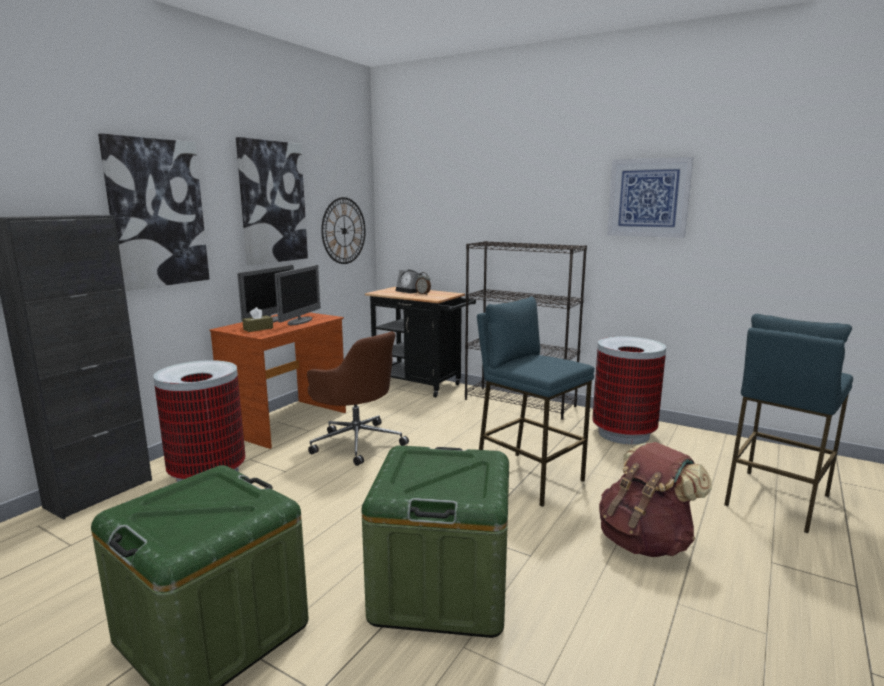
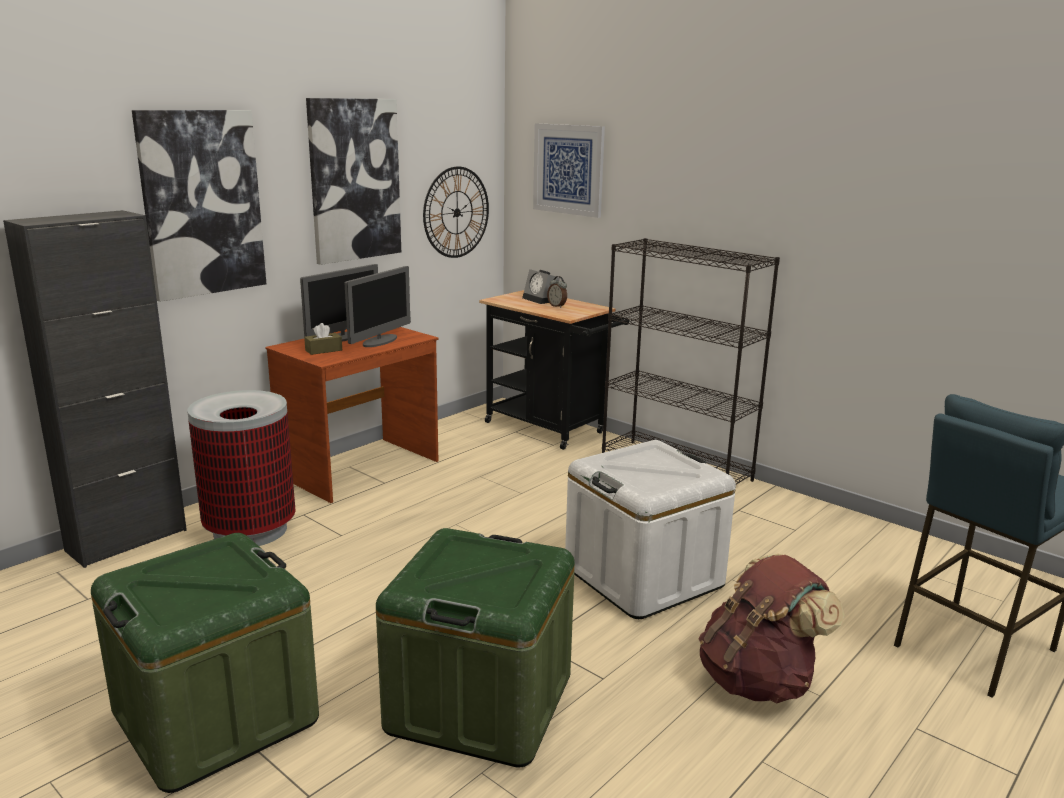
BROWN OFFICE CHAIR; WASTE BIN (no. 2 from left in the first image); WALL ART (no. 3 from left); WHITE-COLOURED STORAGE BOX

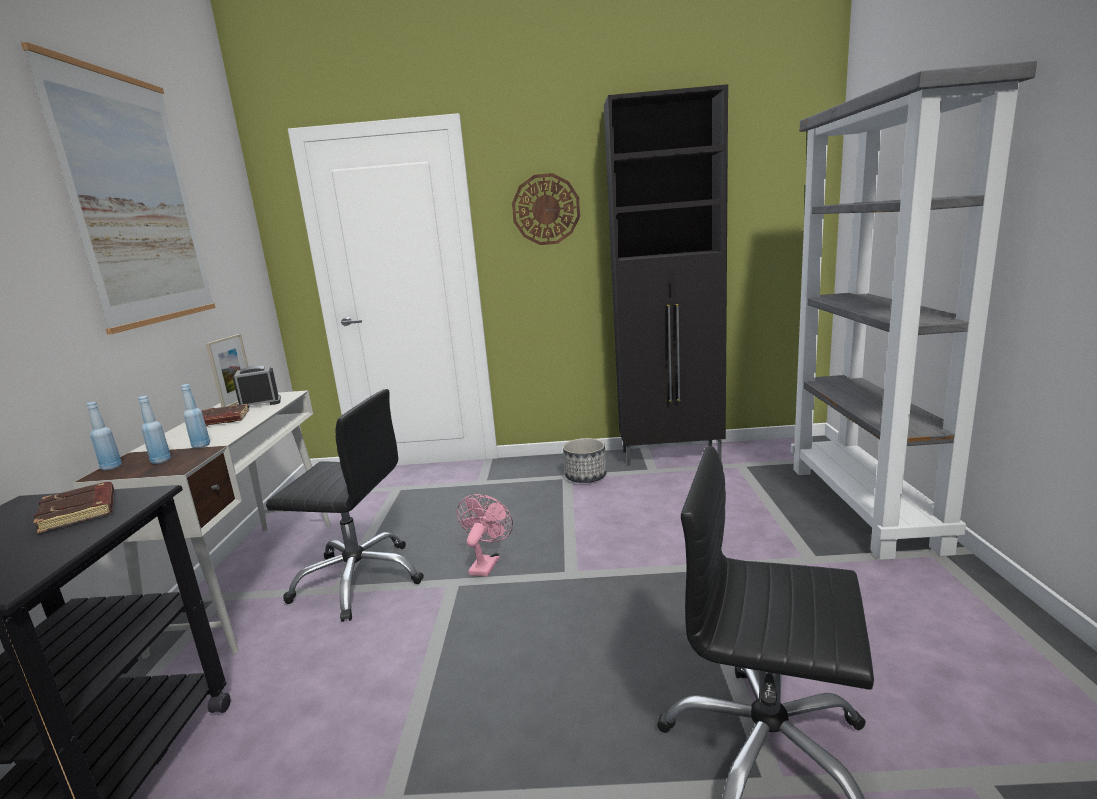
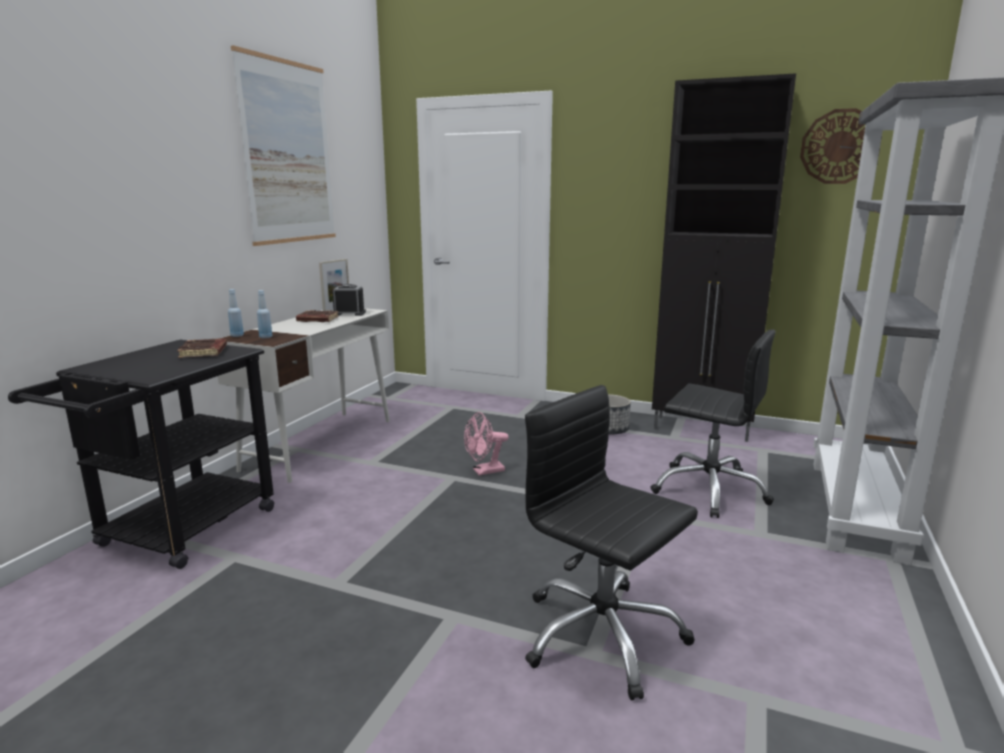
BLUE-COLOURED DRINK BOTTLE (no. 3 from left in the first image); BLACKISH OFFICE CHAIR (no. 2 from left); WALL CLOCK; PINK-COLOURED COOLING FAN

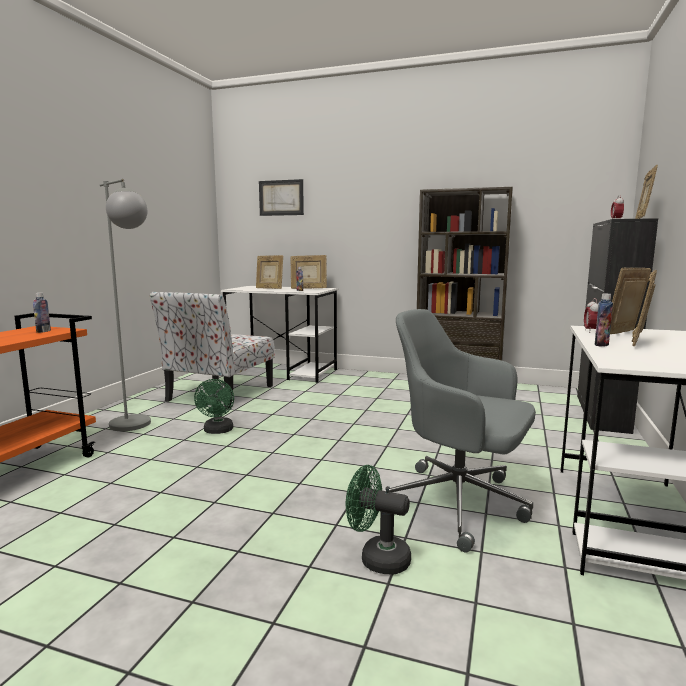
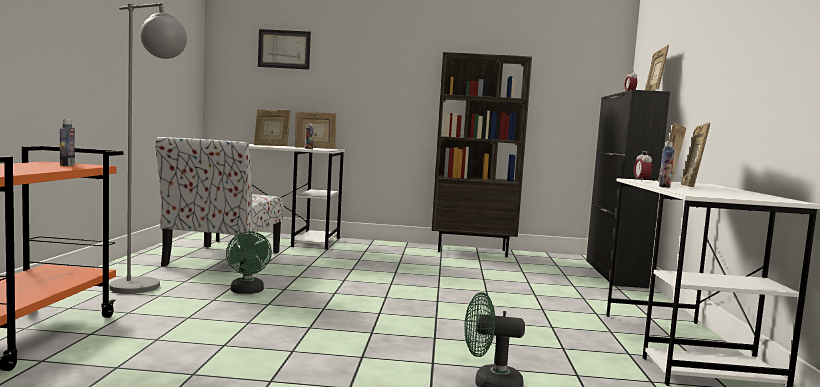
GRAY OFFICE CHAIR

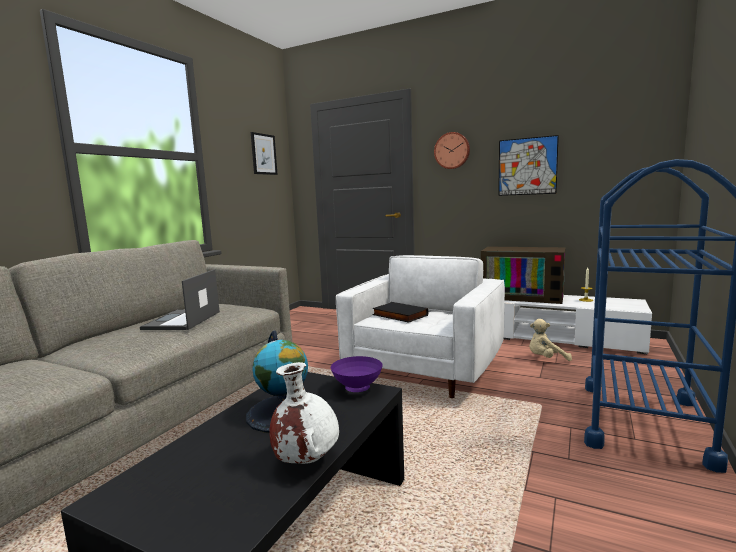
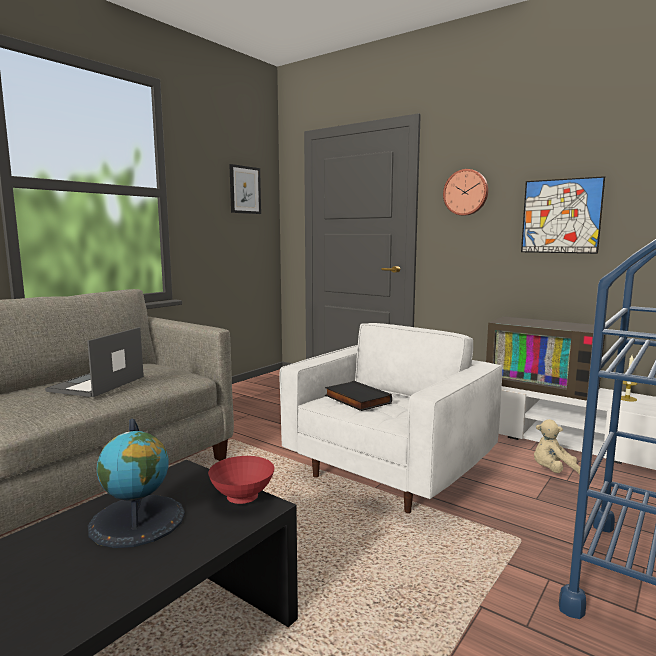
WHITE-COLOURED VASE; RED DEEP DISH

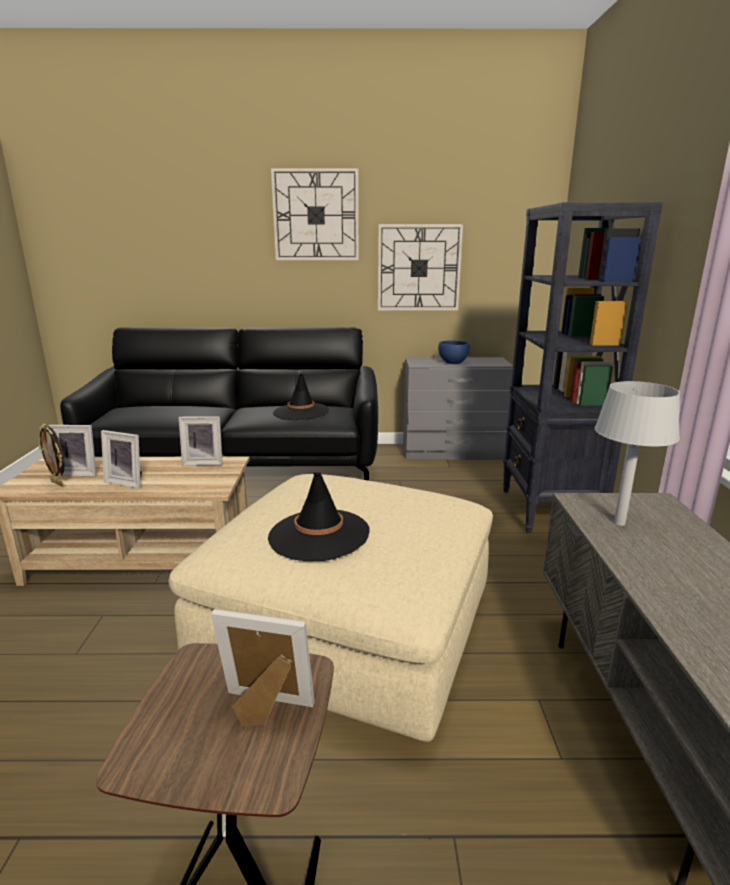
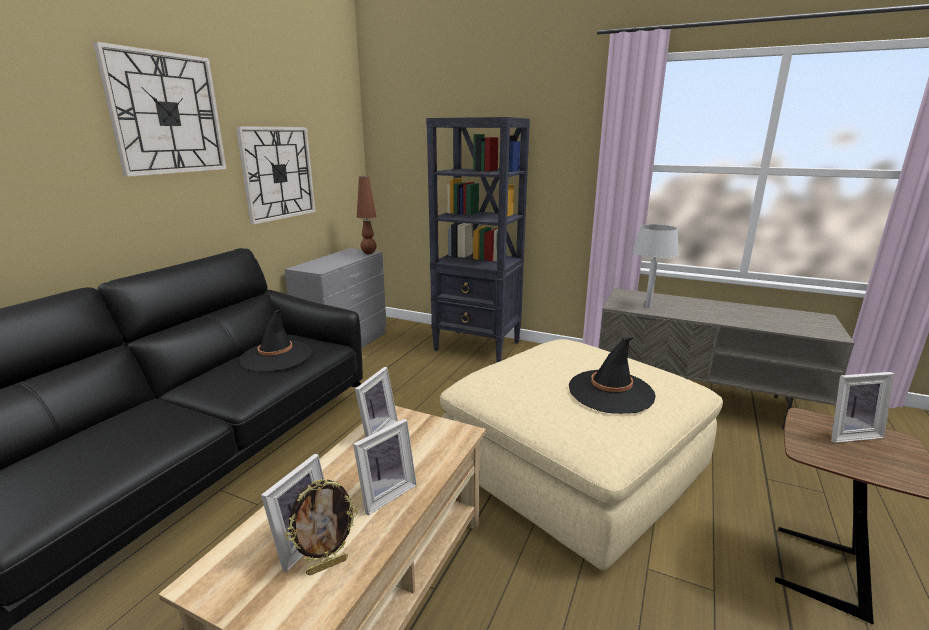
BLUE-COLOURED DEEP DISH; BROWN TABLETOP LAMP; PICTURE FRAME (no. 5 from left)

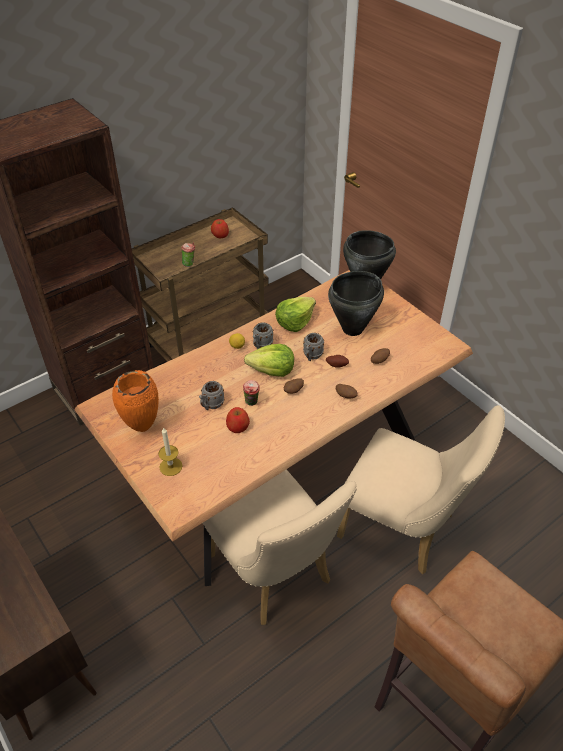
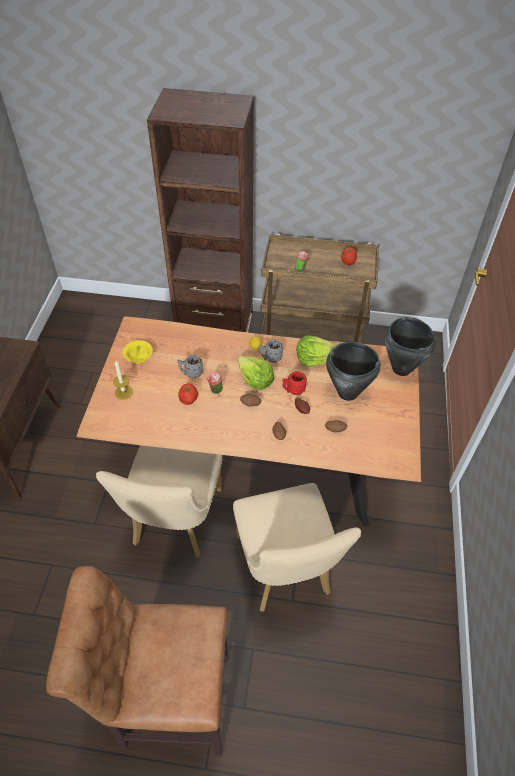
YELLOWISH DEEP DISH; RED MUG

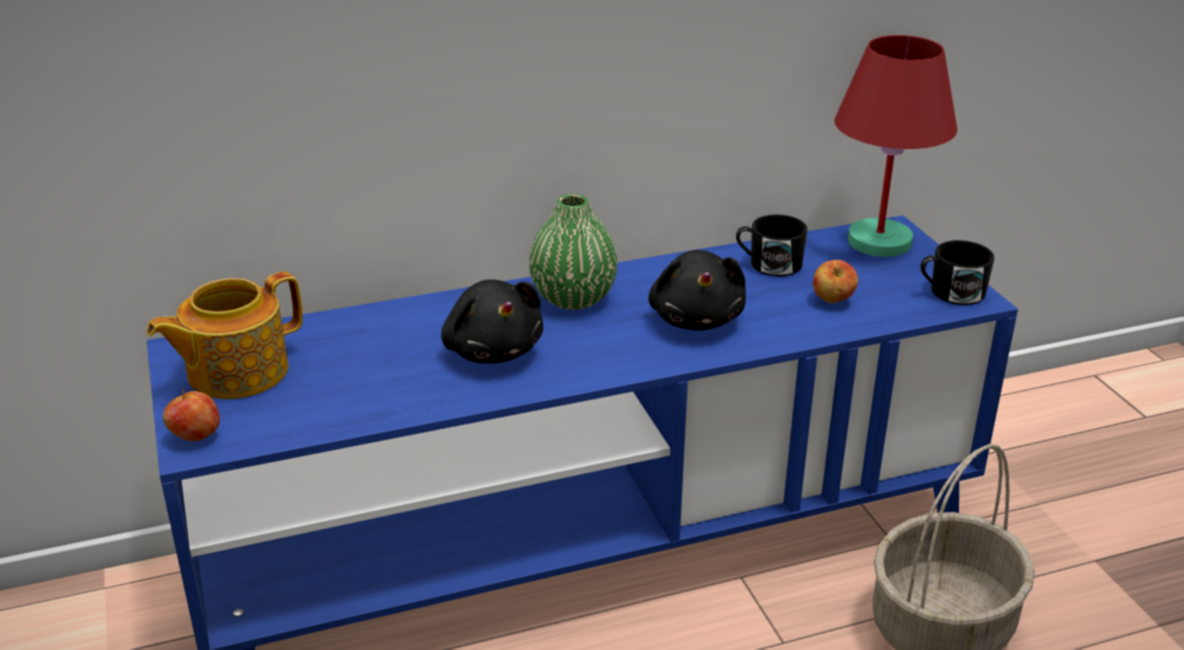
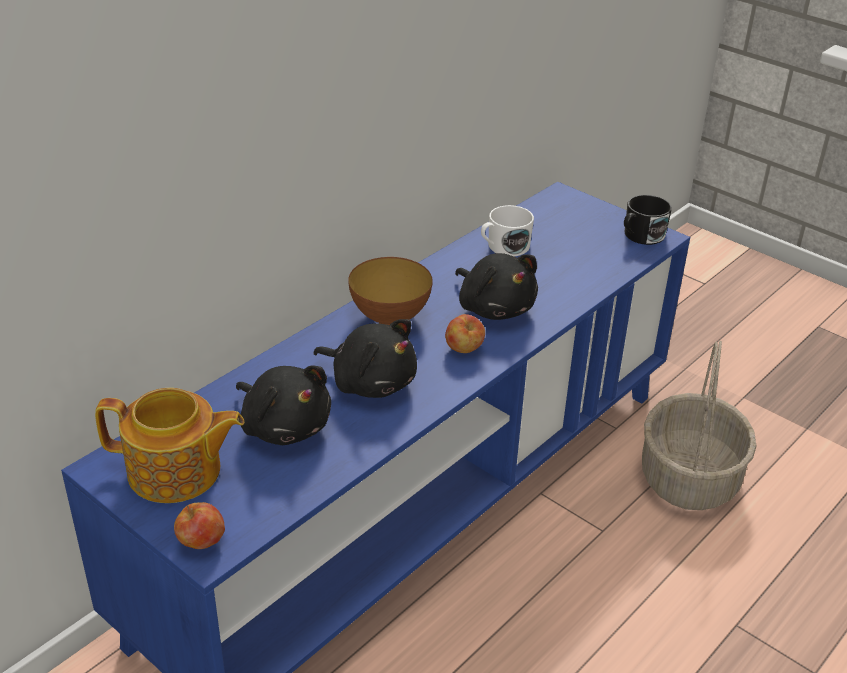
RED TABLETOP LAMP; BLACKISH PLUSH TOY (no. 1 from left); APPLE FRUIT (no. 2 from left); DEEP DISH; WHITE-COLOURED MUG; TEA POT

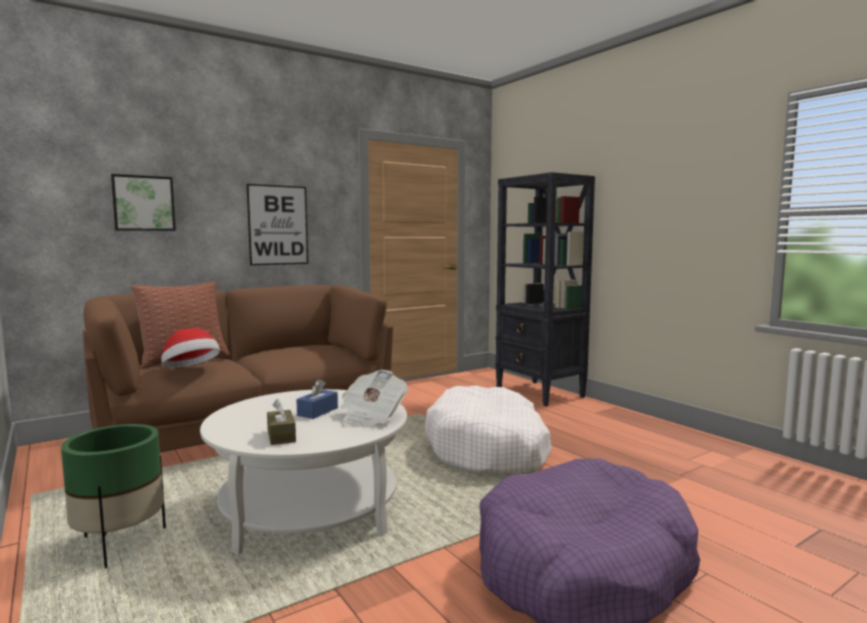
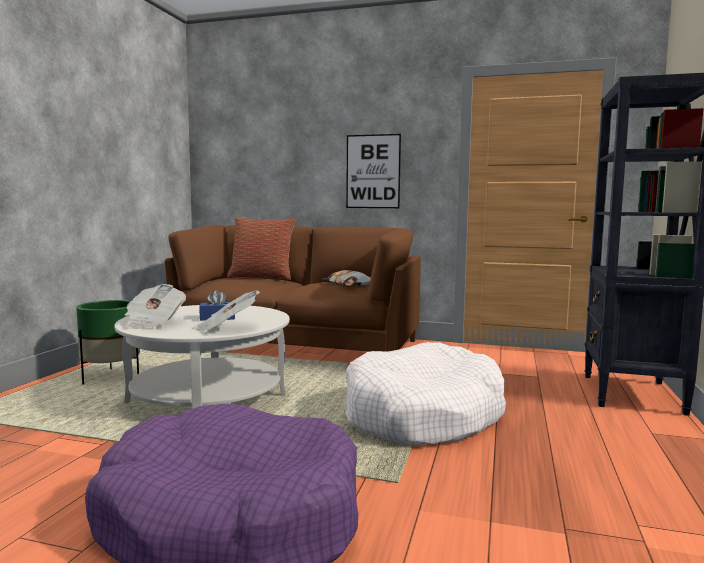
WALL ART (no. 1 from left in the first image); CLOTHING HAT; THROW PILLOW (no. 2 from left); PRINTED PAPER (no. 1 from left)

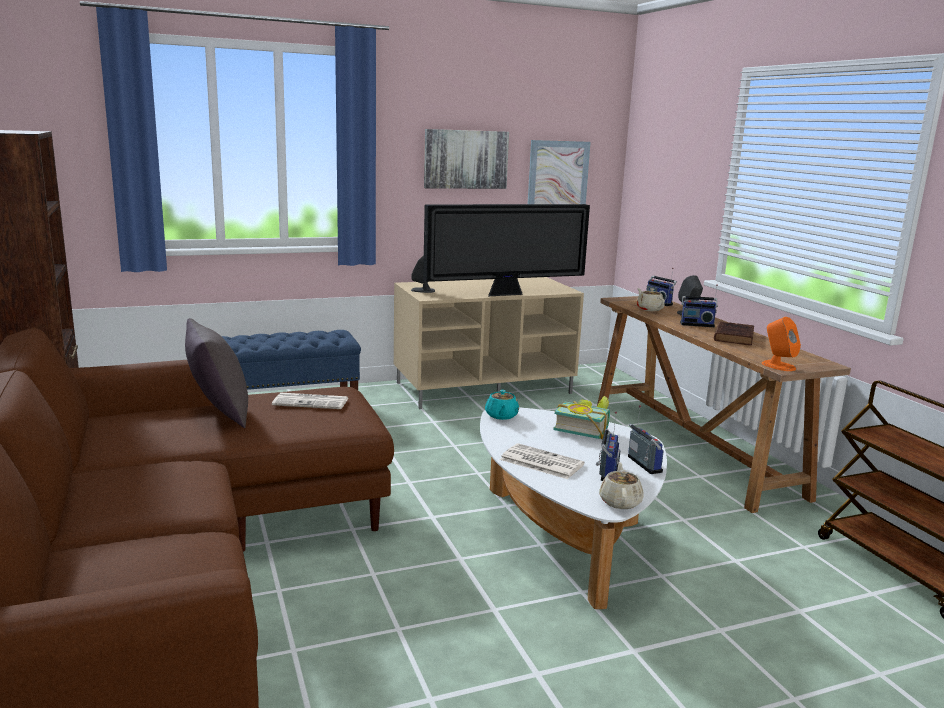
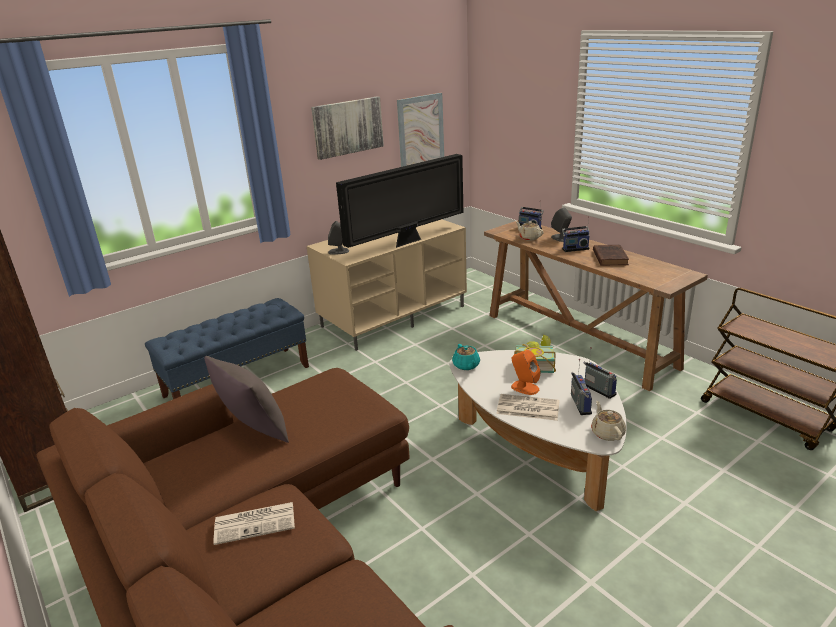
PRINTED PAPER (no. 1 from left); ORANGE AUDIO SPEAKER

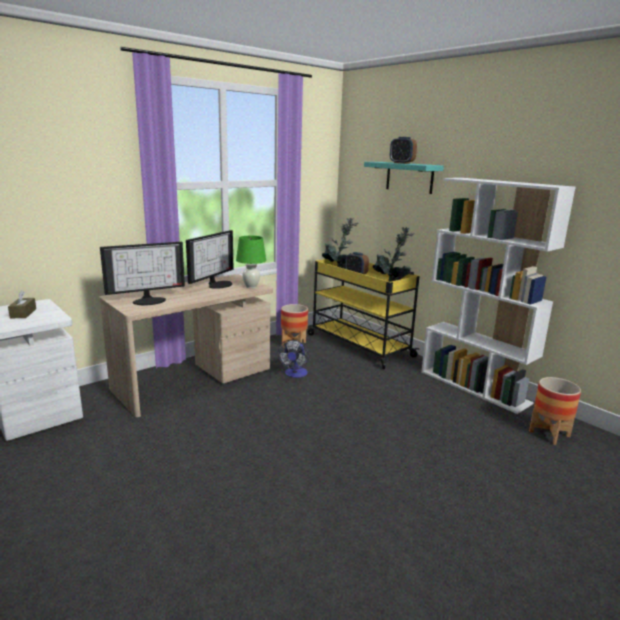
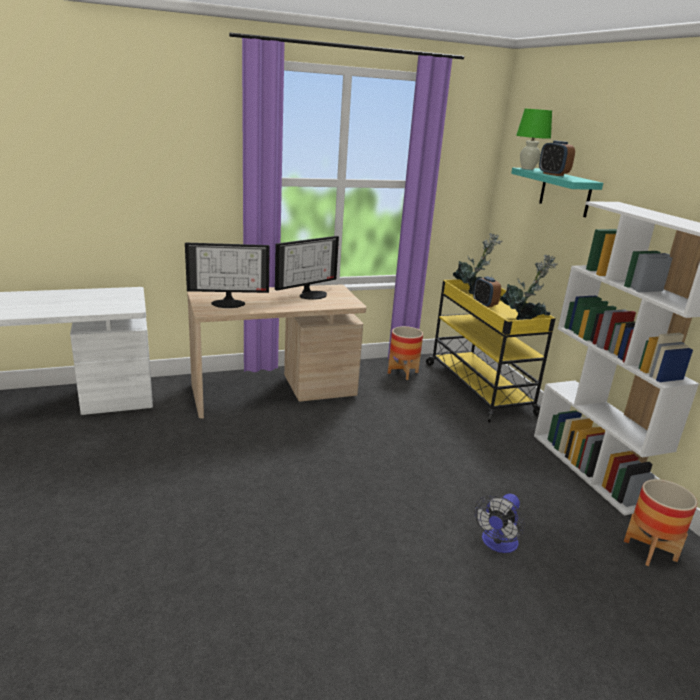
BROWN BOX OF TISSUES; GREENISH TABLETOP LAMP; COOLING FAN

